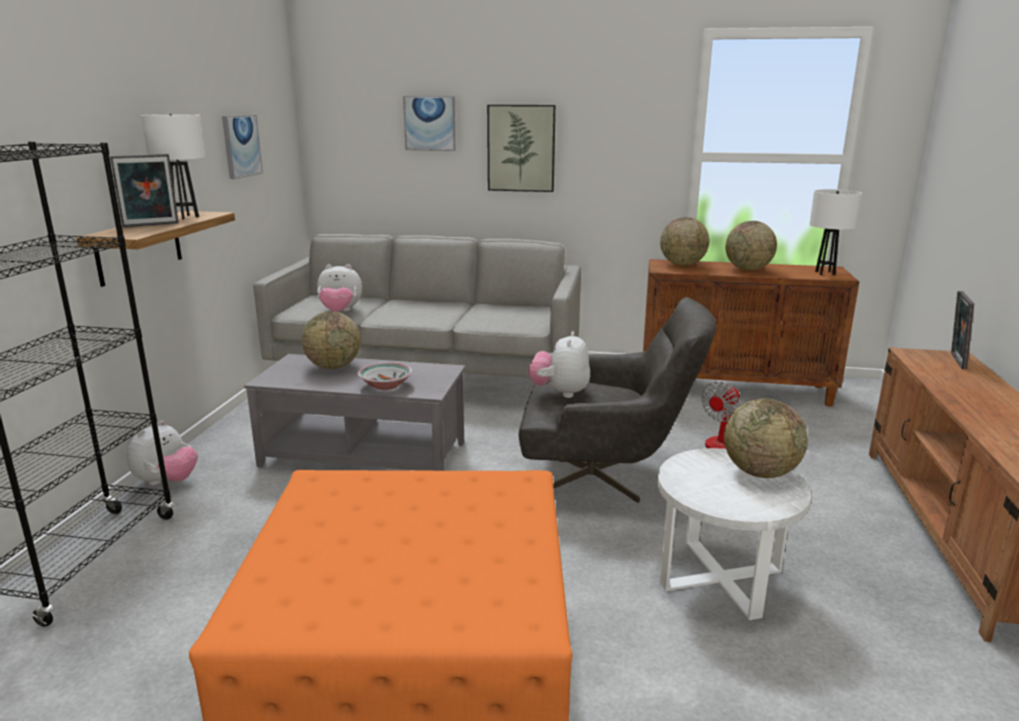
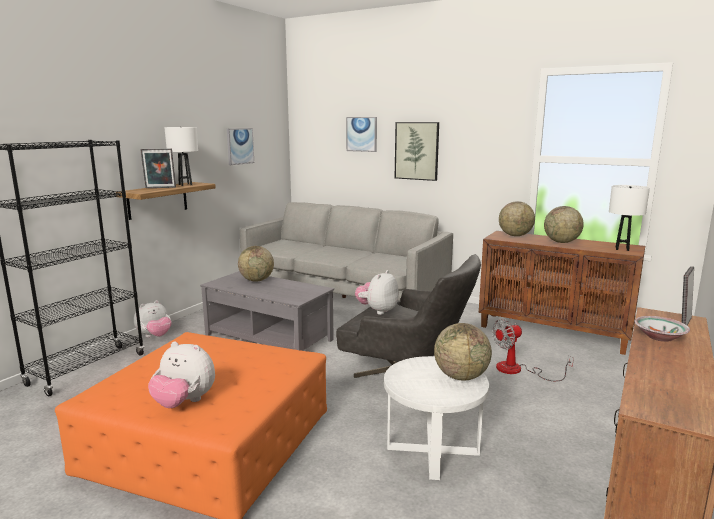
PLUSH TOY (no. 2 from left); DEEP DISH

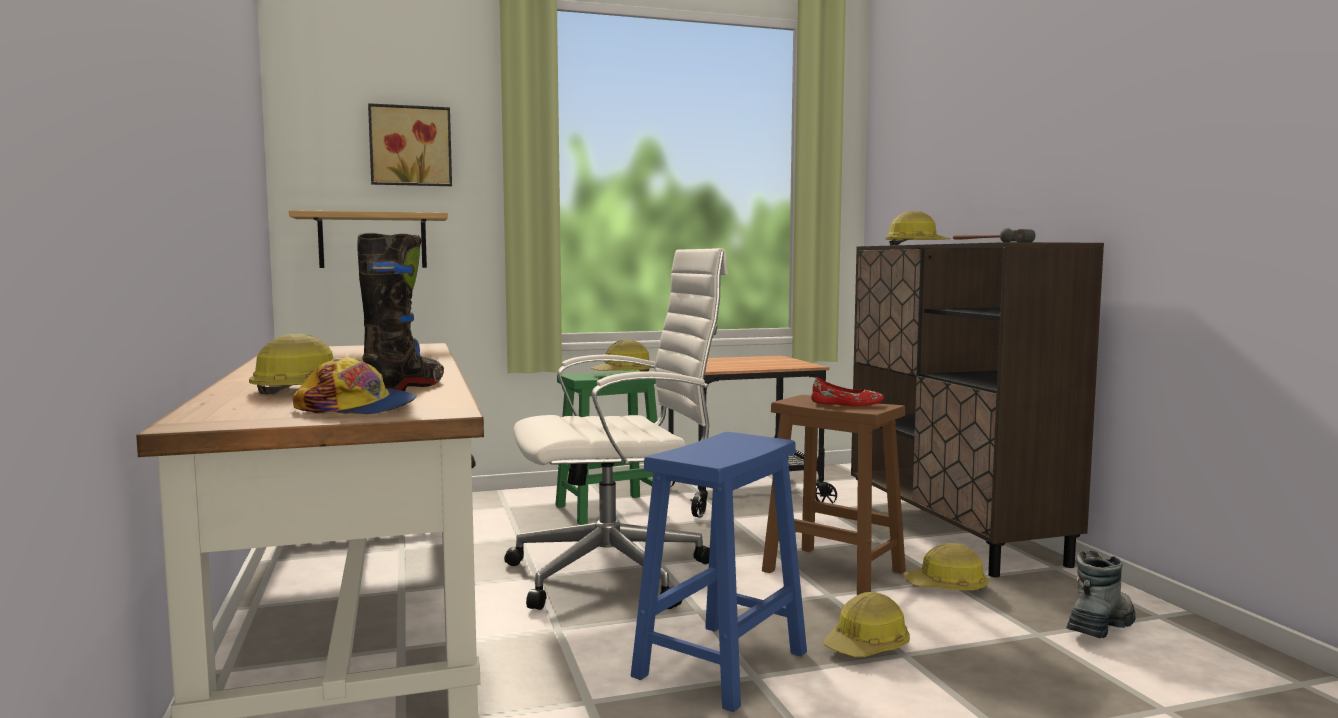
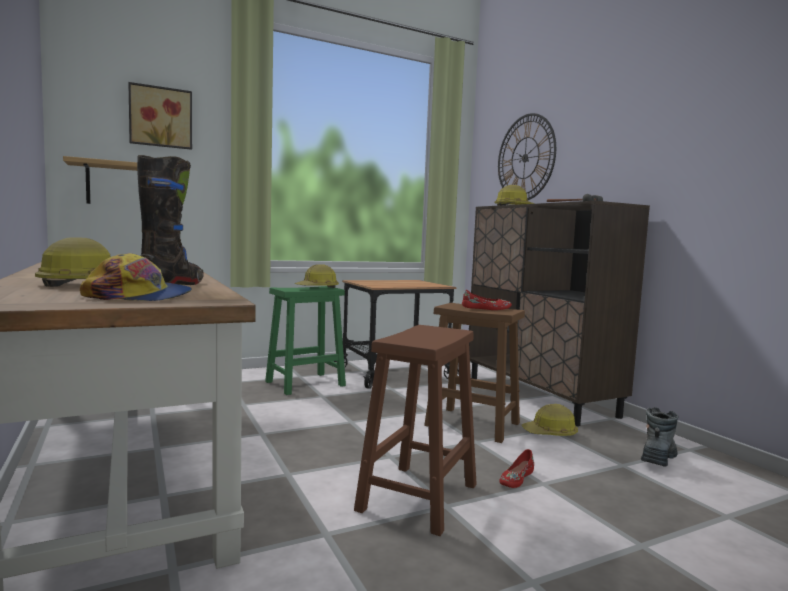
WHITE-COLOURED OFFICE CHAIR; WALL CLOCK; RED ITEM OF FOOTWEAR (no. 2 from left); BROWN STOOL SEAT (no. 1 from left)

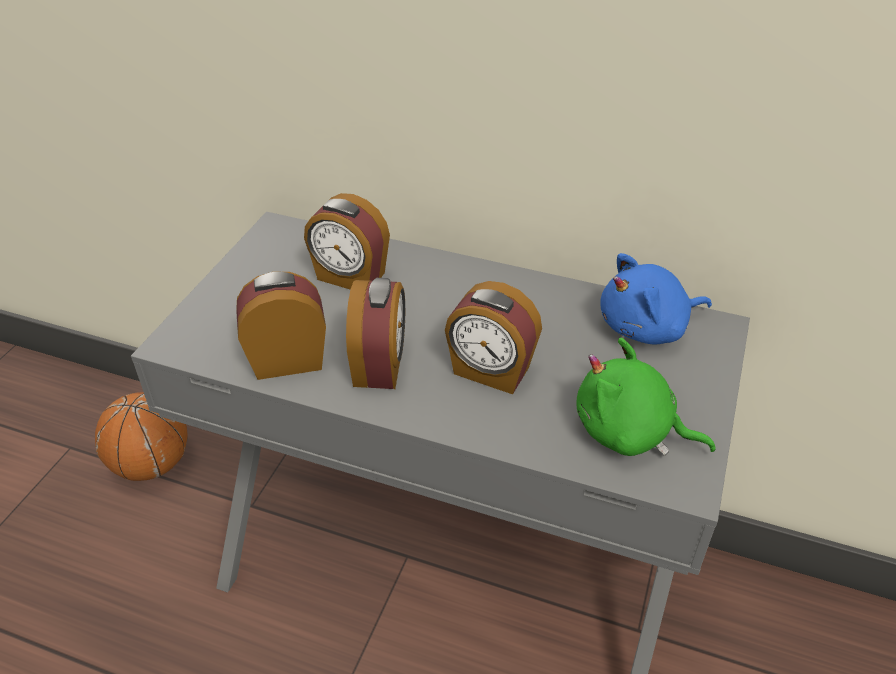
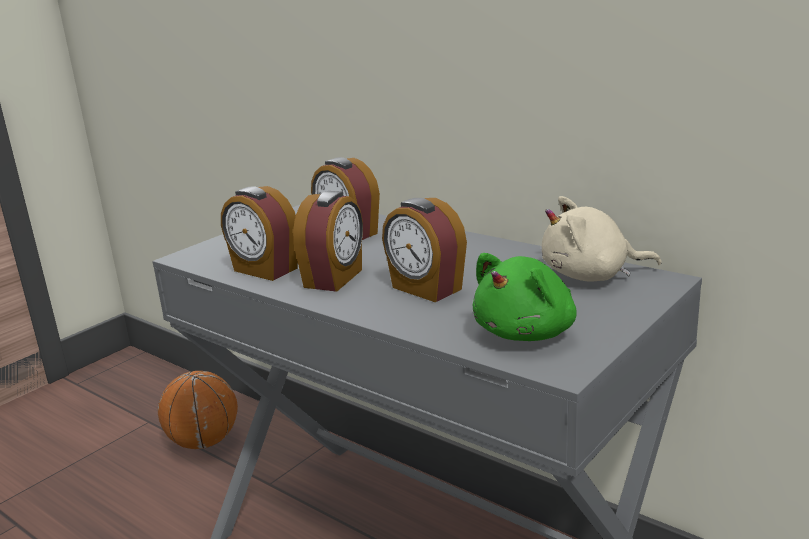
SAND-COLOURED PLUSH TOY; ALARM CLOCK (no. 1 from left); GREENISH PLUSH TOY

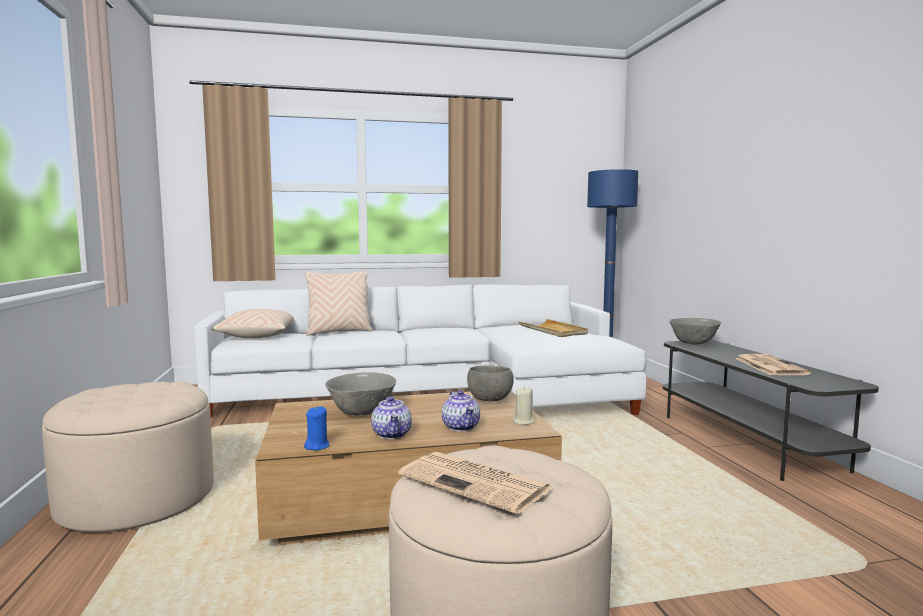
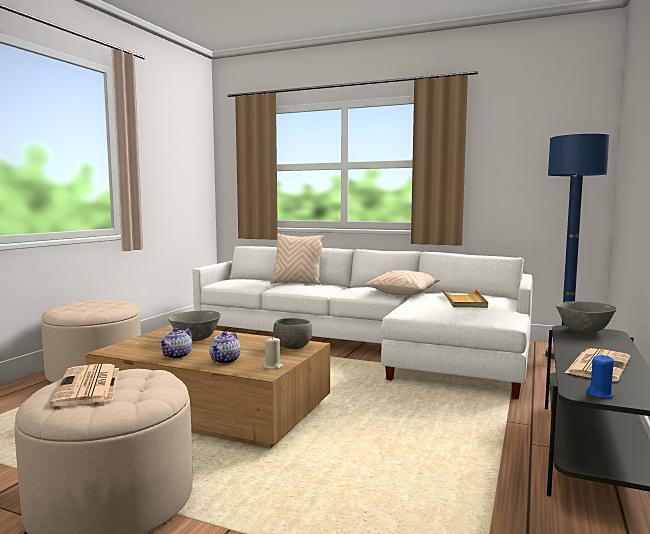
SAND-COLOURED THROW PILLOW (no. 2 from left); BLUE-COLOURED CANDLE

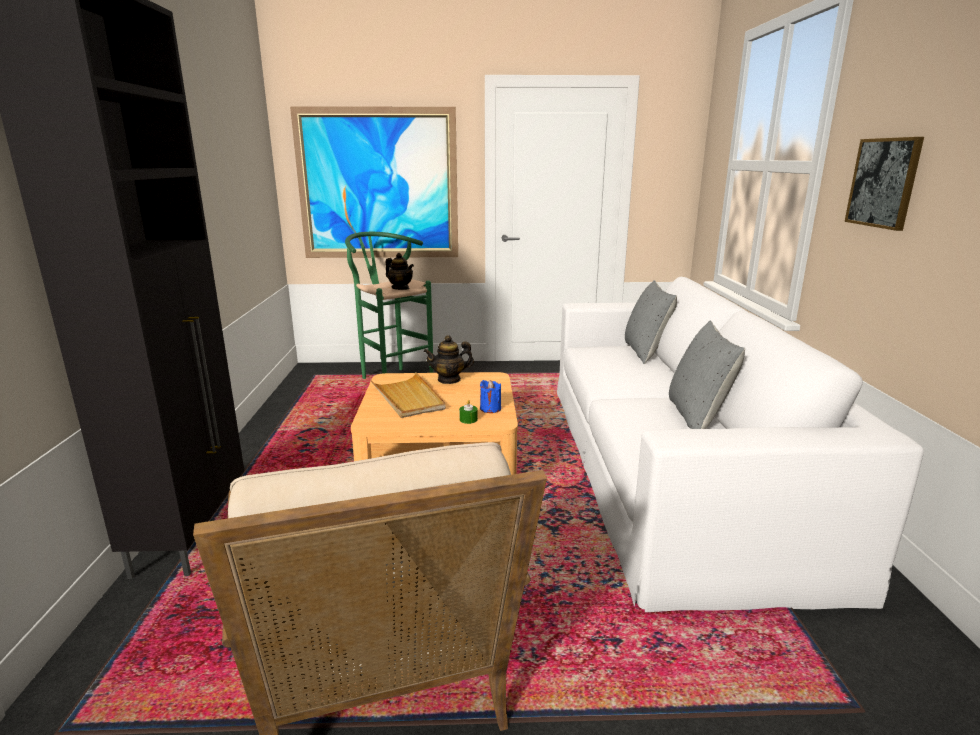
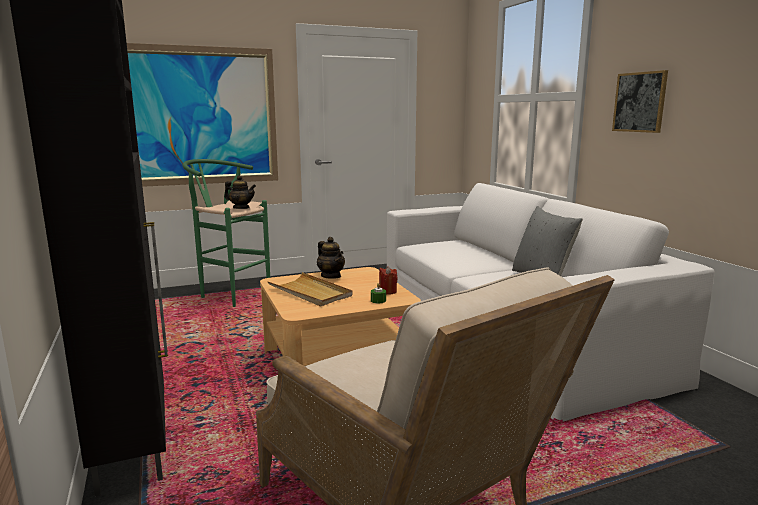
GRAY THROW PILLOW (no. 1 from left in the first image); RED CANDLE; TEA POT (no. 2 from left)

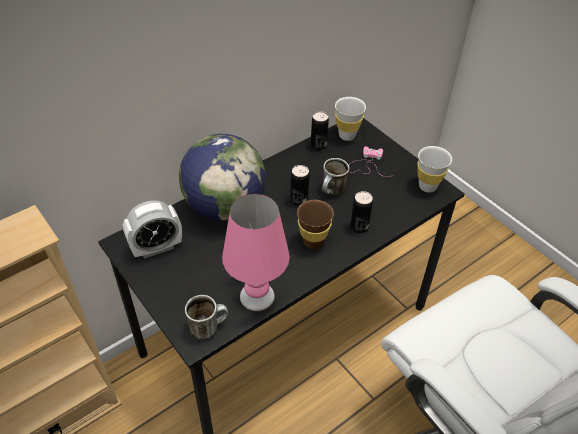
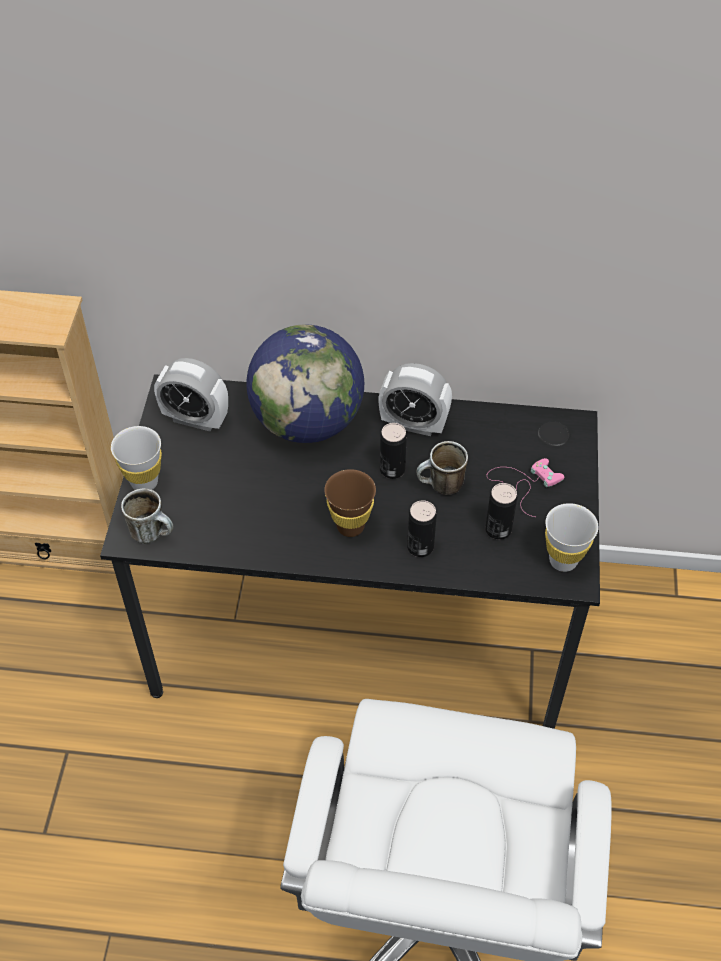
PINK-COLOURED TABLETOP LAMP; ALARM CLOCK (no. 2 from left); METAL CAN (no. 3 from left); WHITE-COLOURED SMALL CUP (no. 1 from left)

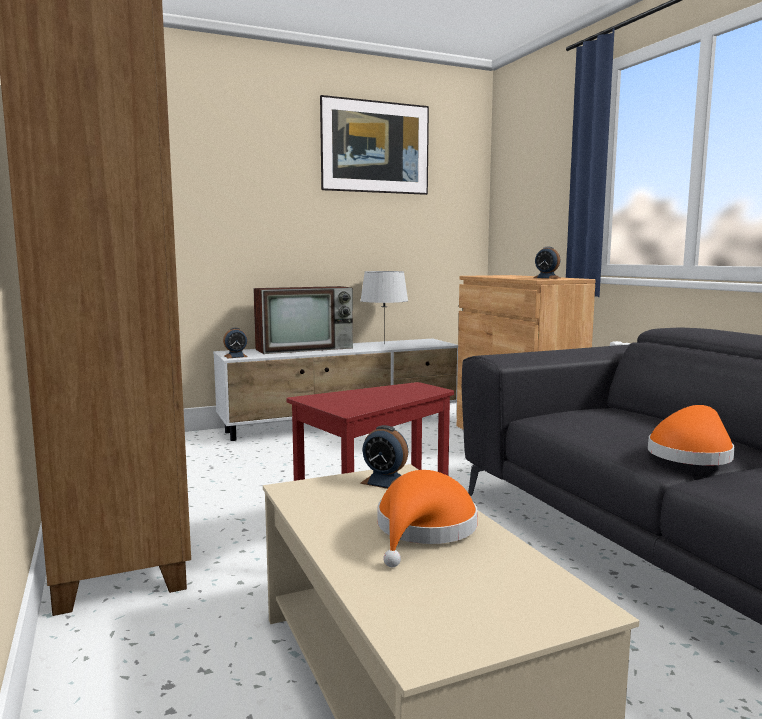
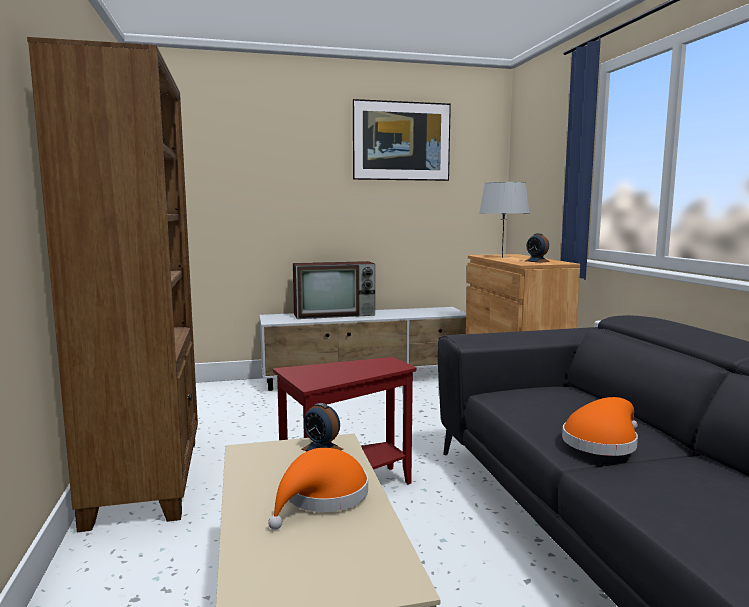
ALARM CLOCK (no. 1 from left in the first image); GRAY TABLETOP LAMP

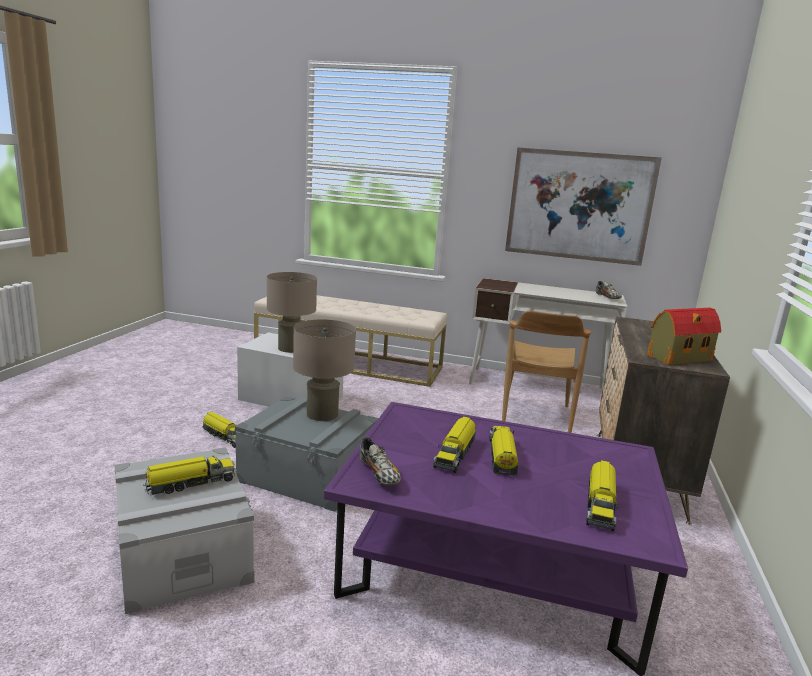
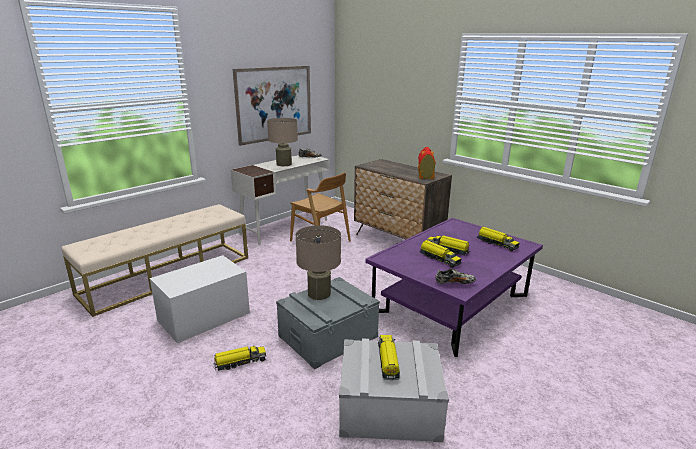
SAND-COLOURED TABLETOP LAMP (no. 1 from left)

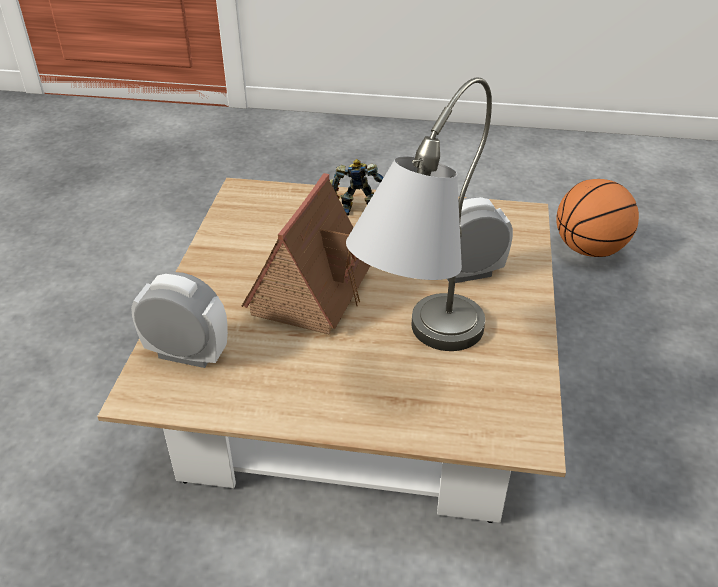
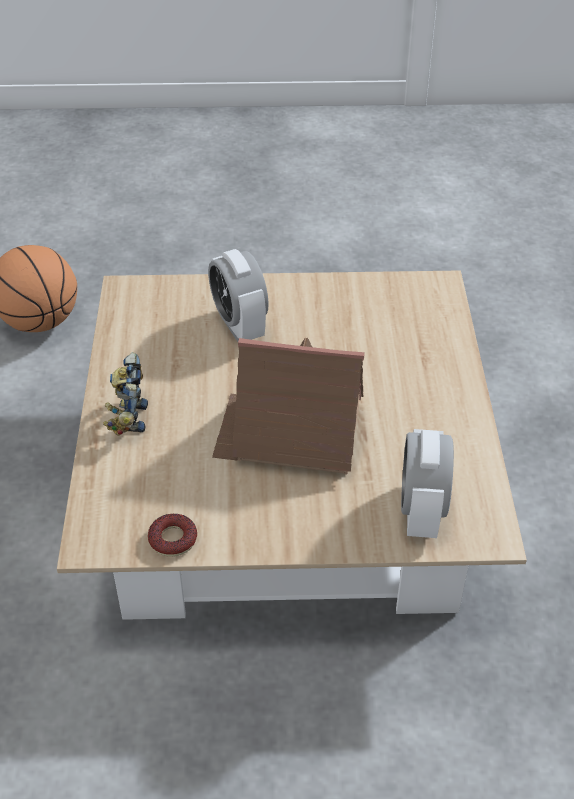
GRAY TABLETOP LAMP; DOUGHNUT

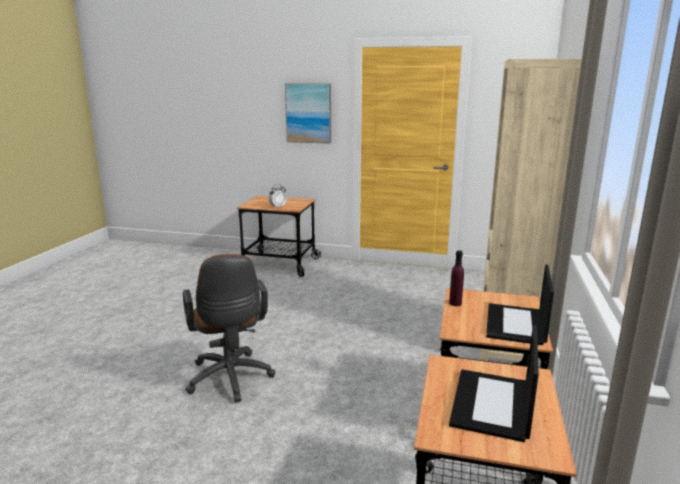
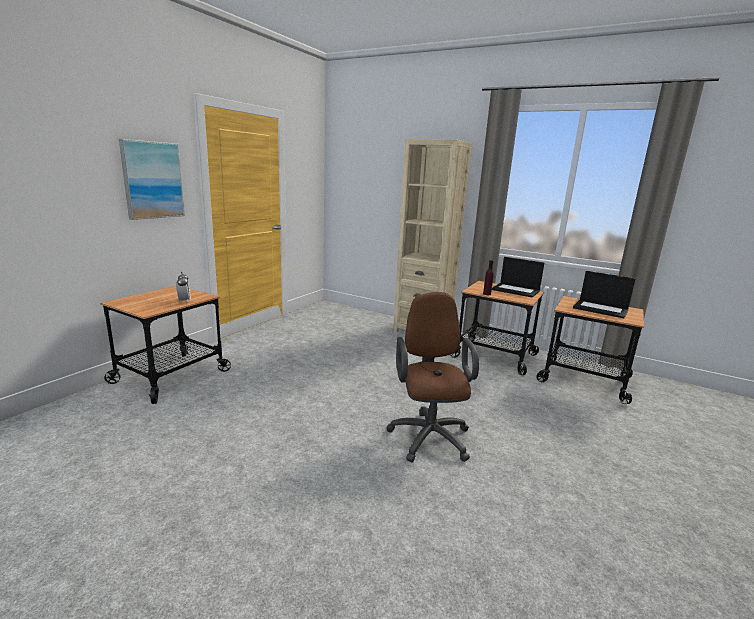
BROWN OFFICE CHAIR

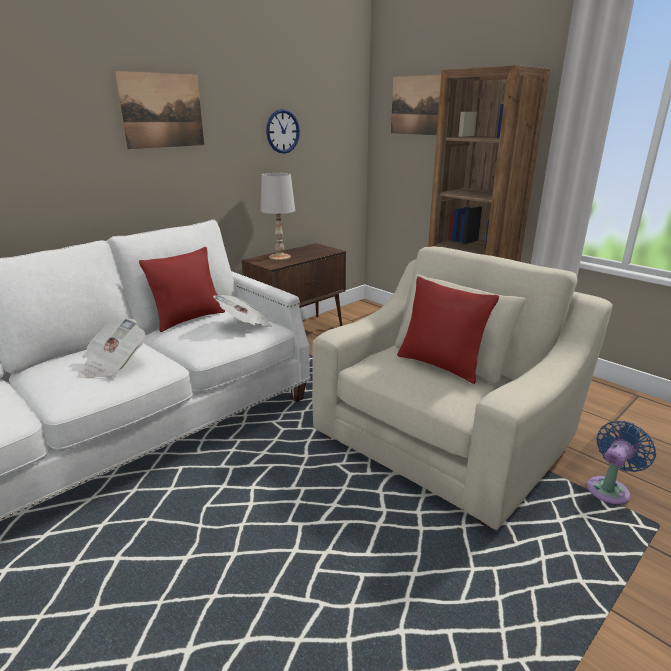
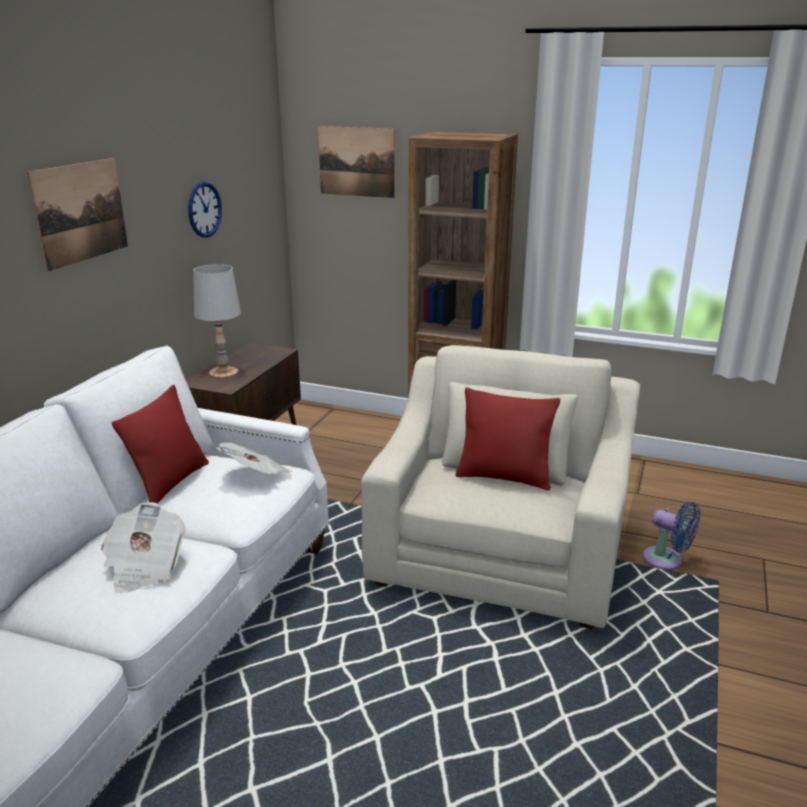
BLUE-COLOURED COOLING FAN

